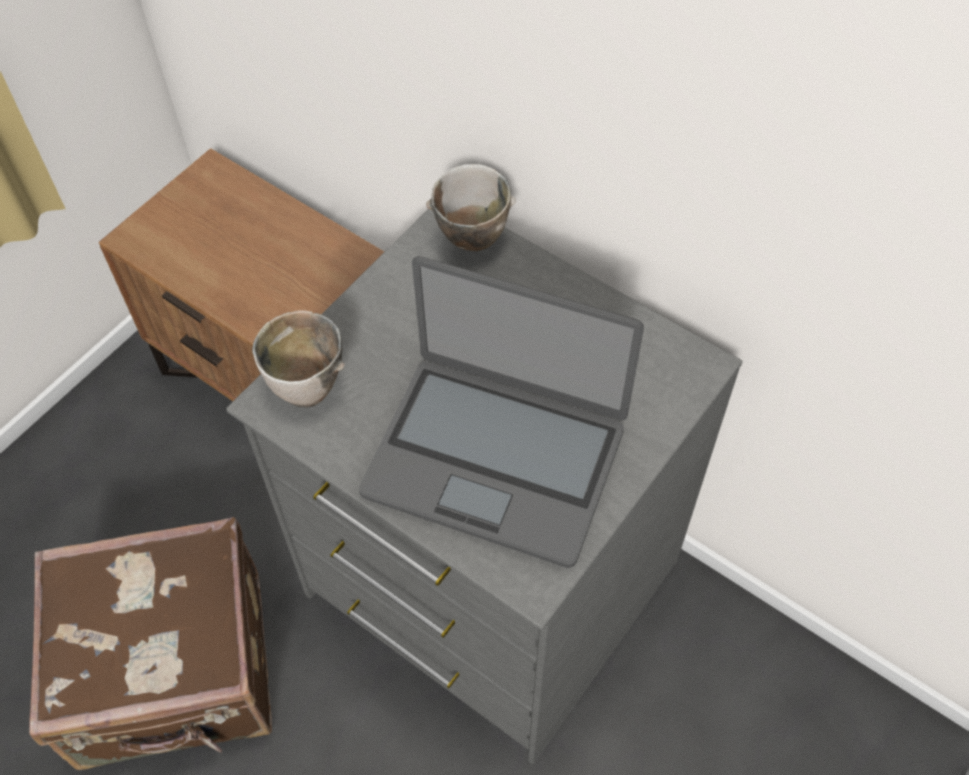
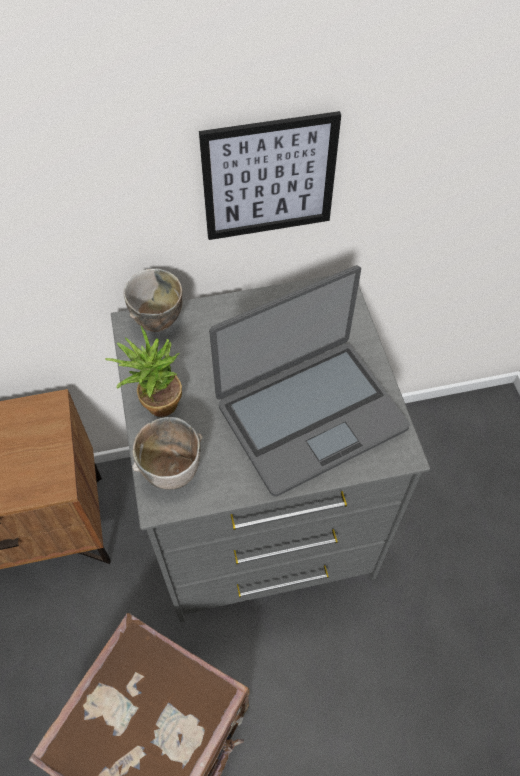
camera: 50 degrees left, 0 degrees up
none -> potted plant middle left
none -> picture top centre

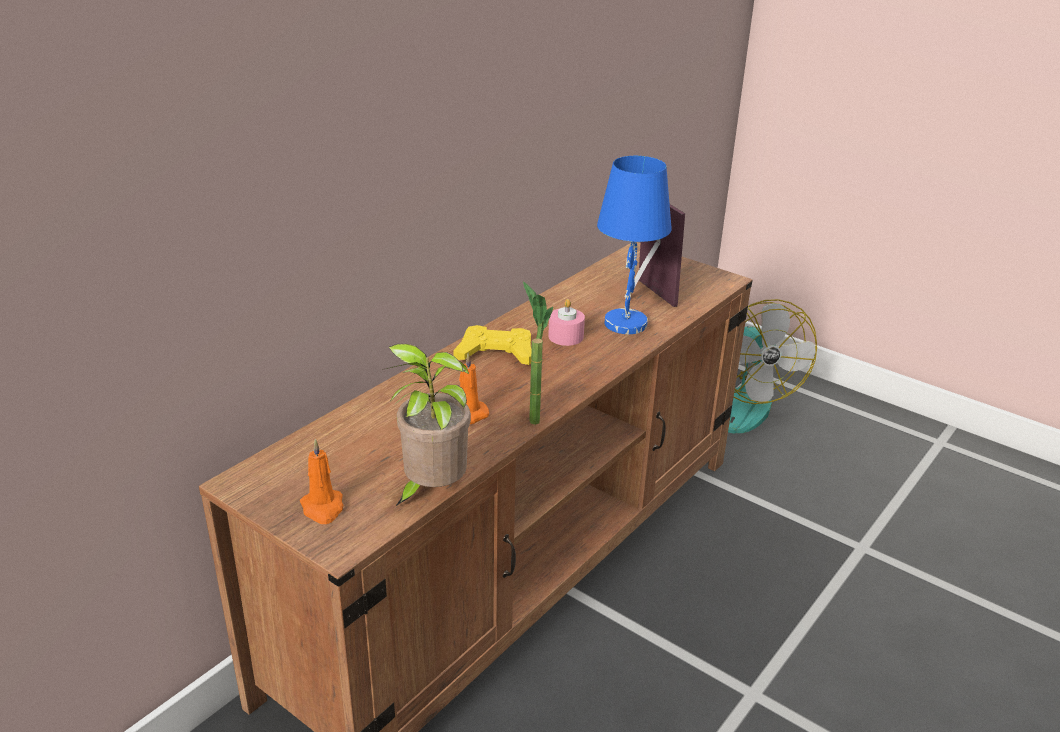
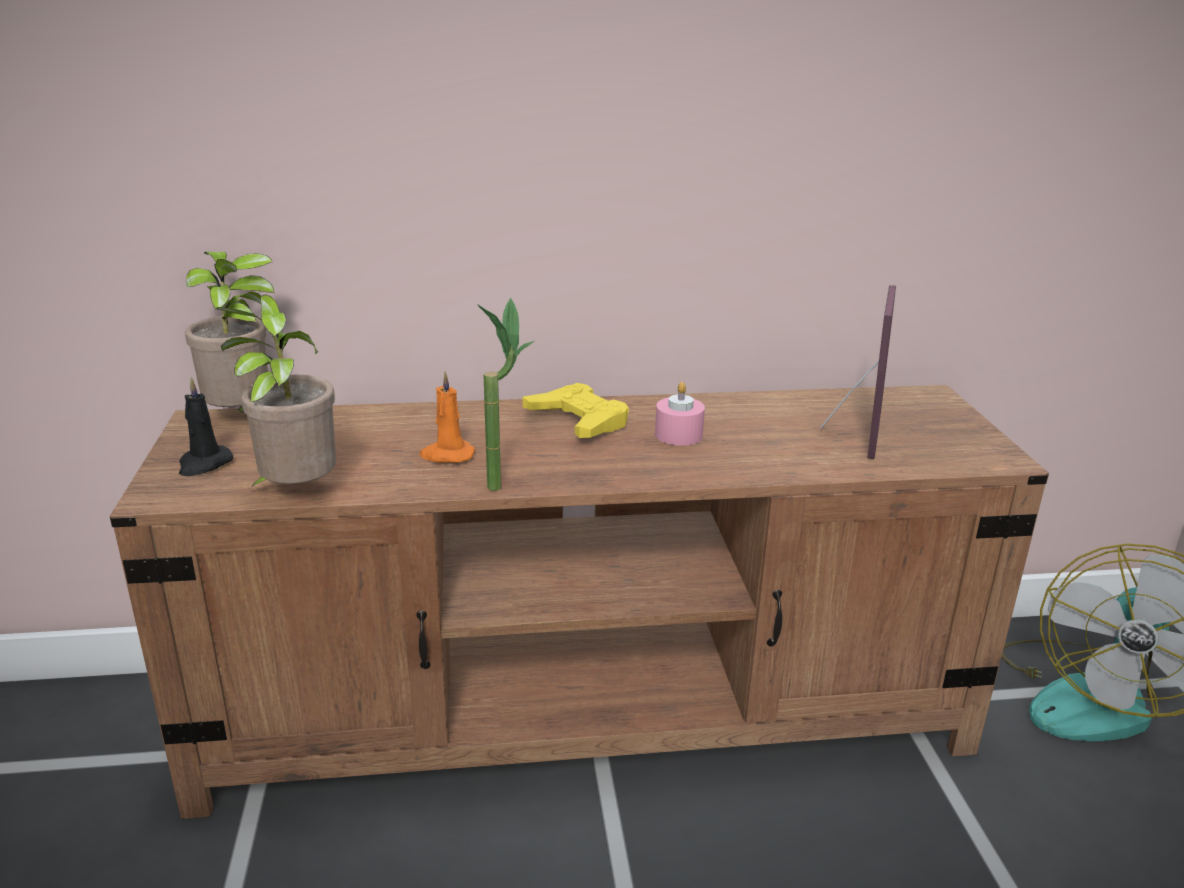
camera: 45 degrees right, 5 degrees down
blue table lamp centre -> none
none -> potted plant (1st from left) middle left
orange candle (1st from left) middle left -> black candle middle left

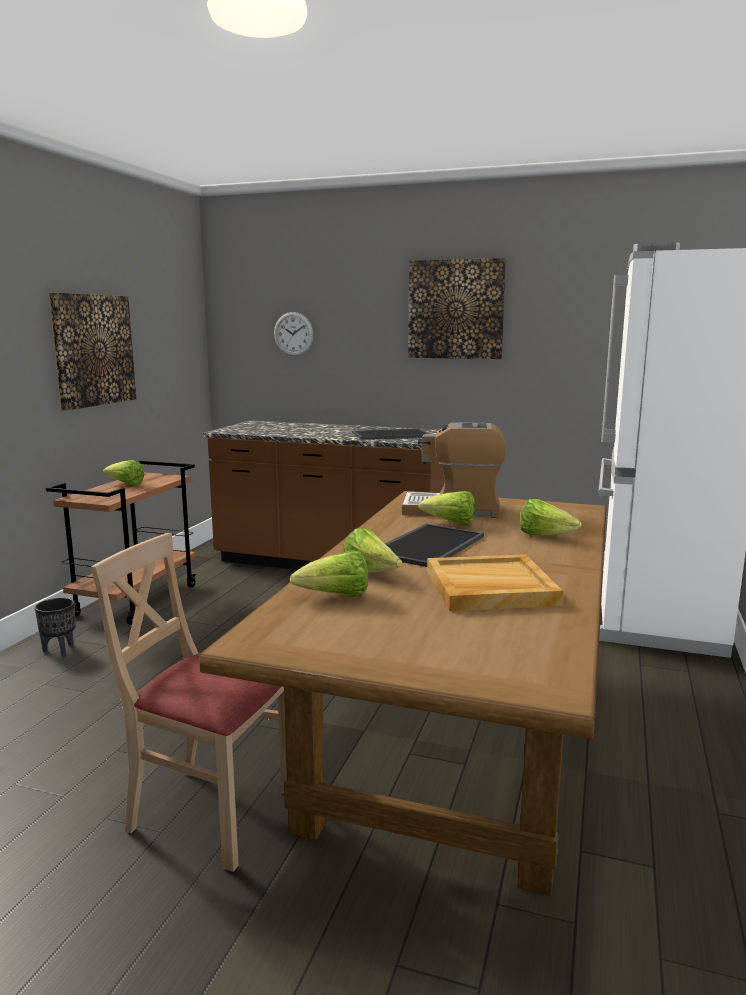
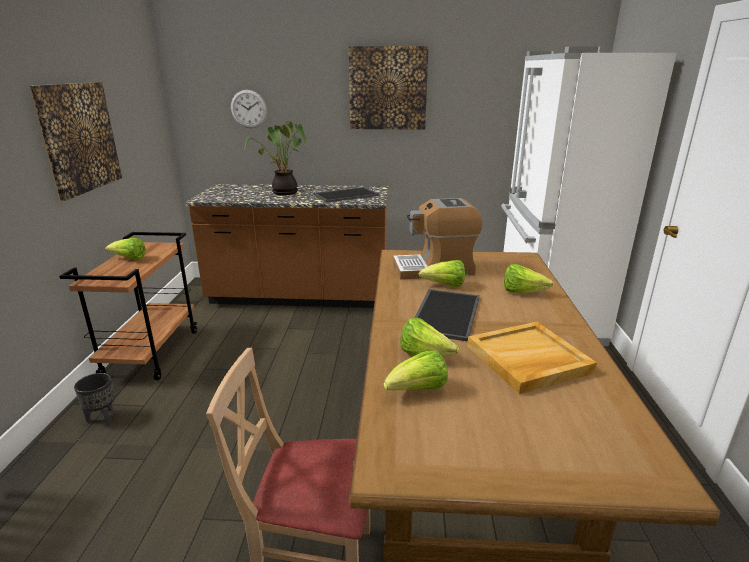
camera: 15 degrees left, 10 degrees up
none -> potted plant top centre

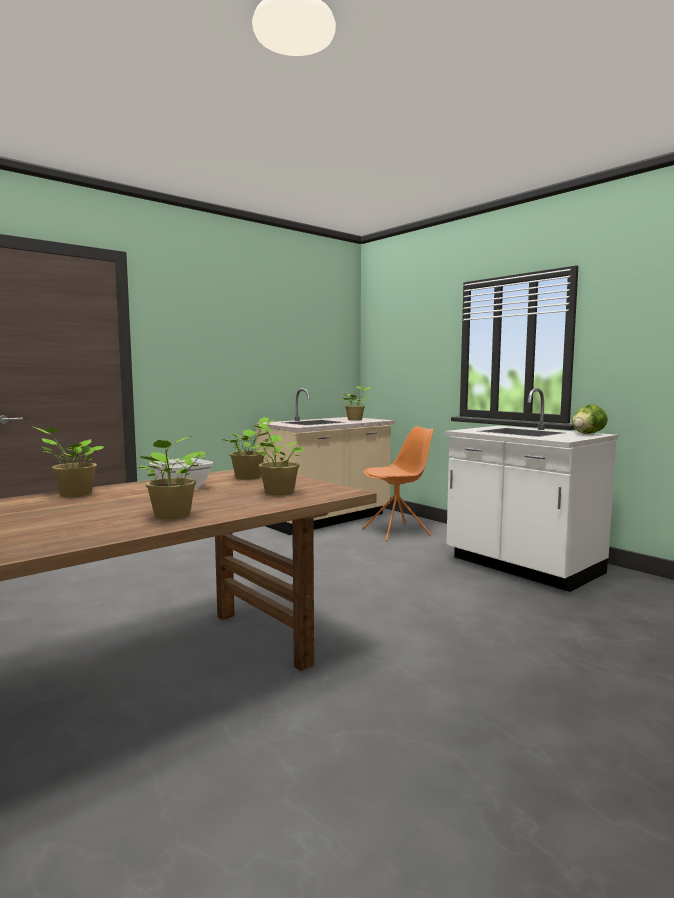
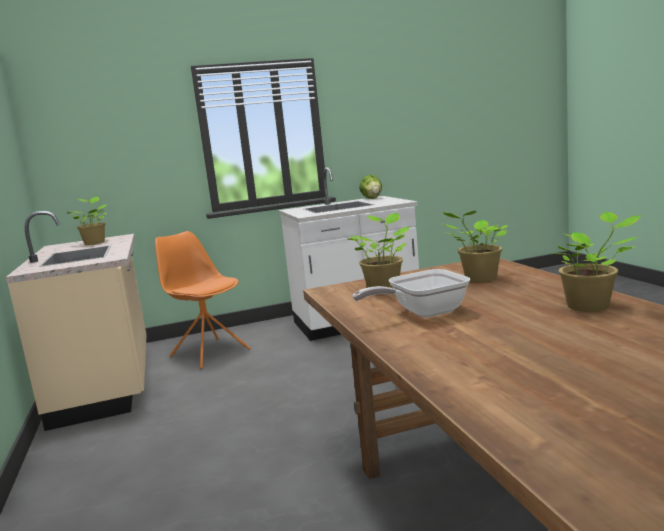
camera: 65 degrees left, 5 degrees up
potted plant (1st from left) middle left -> none
orange chair centre -> orange chair middle left, 45 degrees counterclockwise

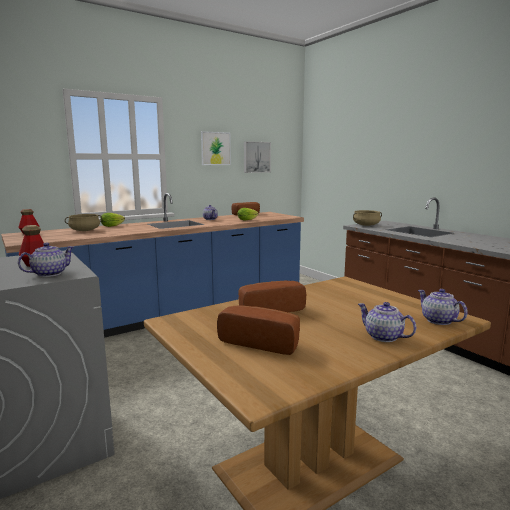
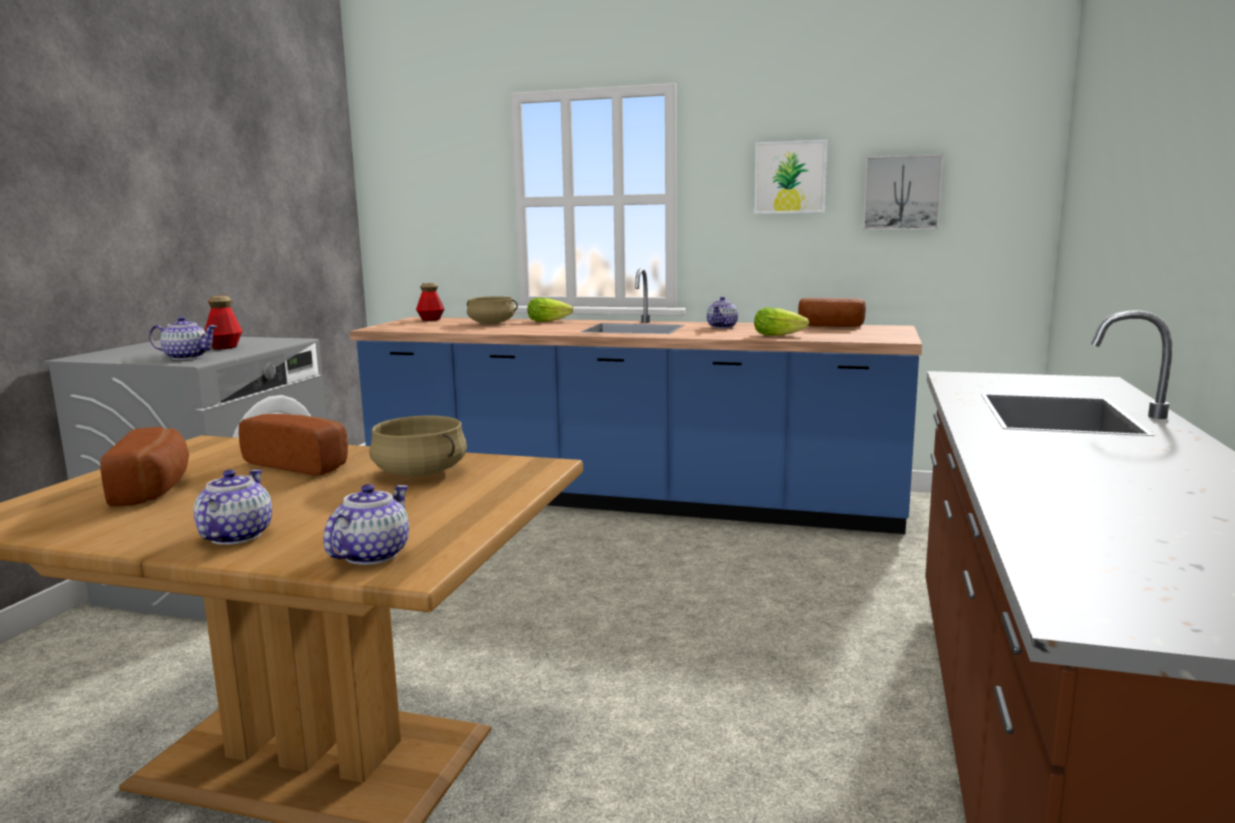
camera: 50 degrees right, 0 degrees up
beige cooking pot (2nd from left in the first image) middle right -> beige cooking pot (1st from left) centre, moved

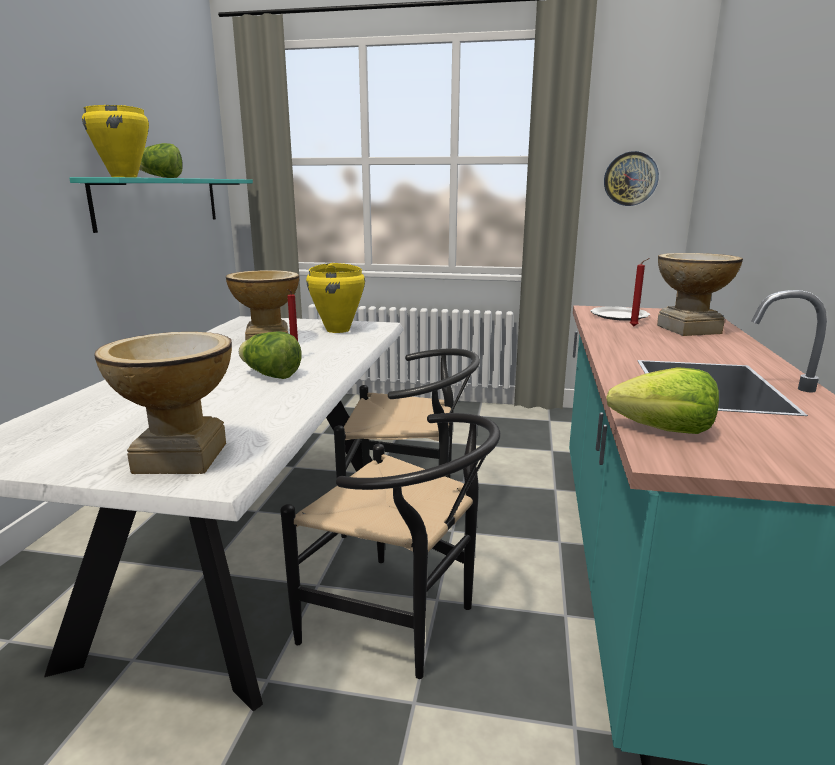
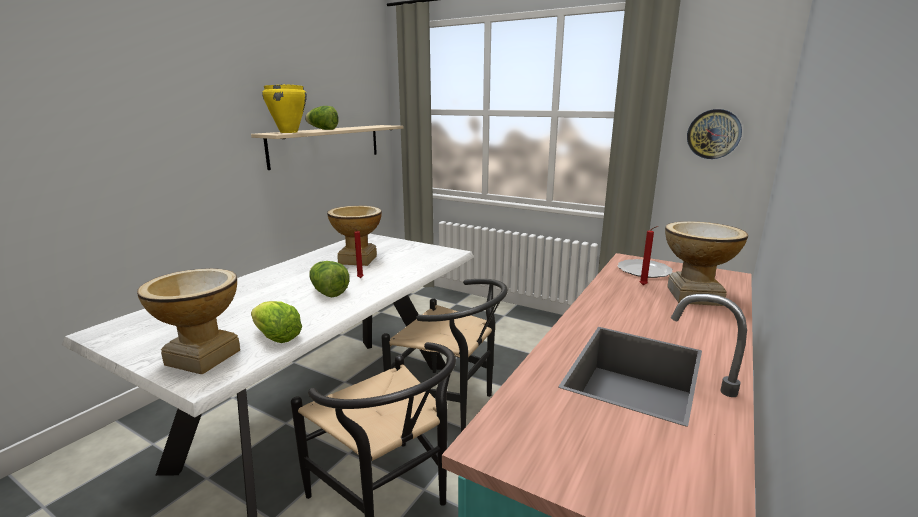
camera: 20 degrees right, 0 degrees up
yellow cooking pot (2nd from left) centre -> none
lettuce (3rd from left in the first image) middle right -> lettuce (1st from left) middle left, moved
turquoise shelf top left -> beige shelf top centre

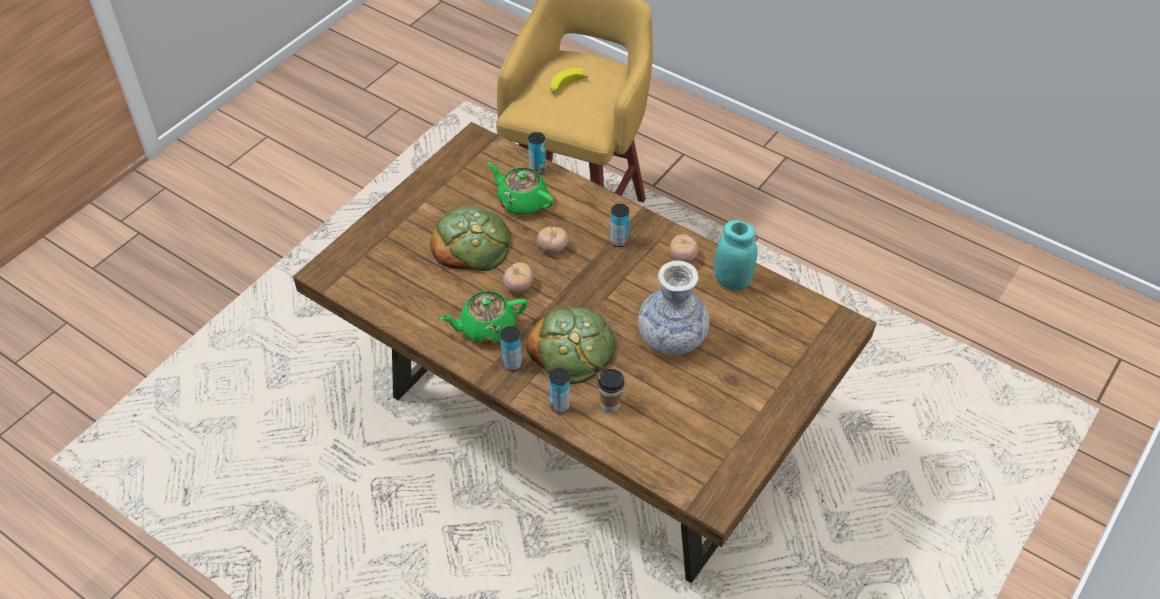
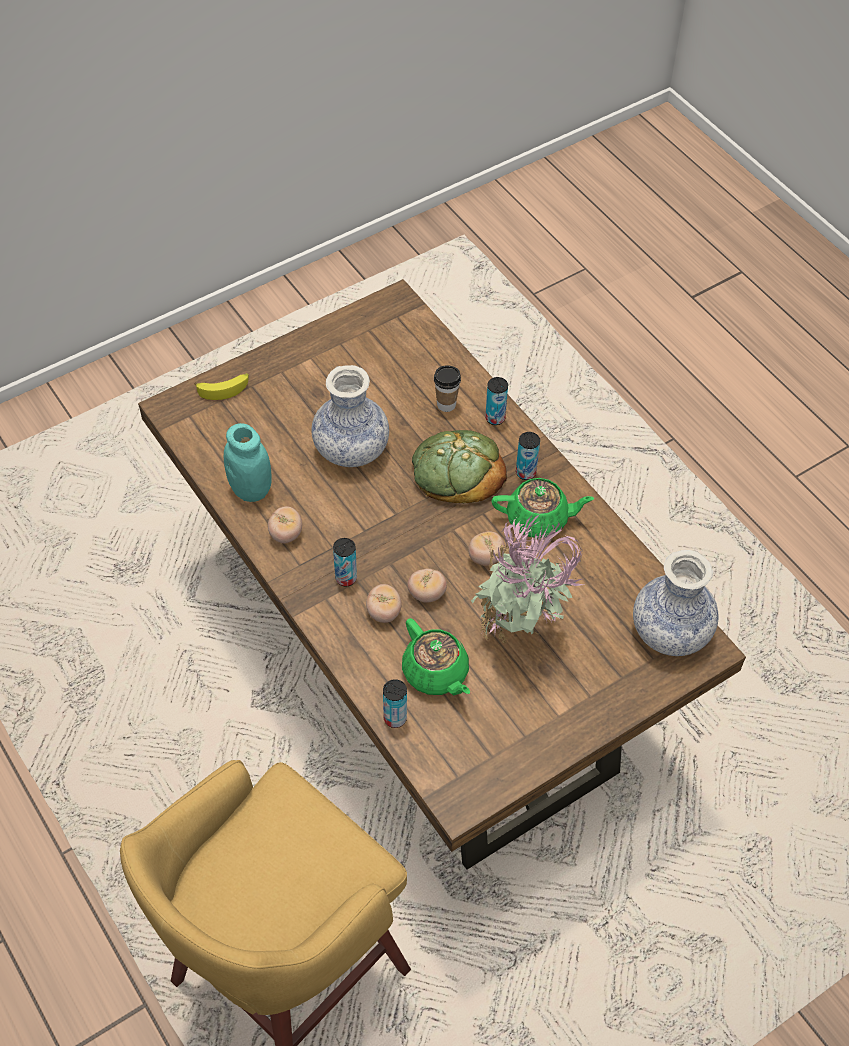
camera: 160 degrees left, 5 degrees up
none -> tomato (2nd from left) centre
none -> vase (2nd from left) middle right
banana top centre -> banana middle left, moved
bread (1st from left) centre -> potted plant centre

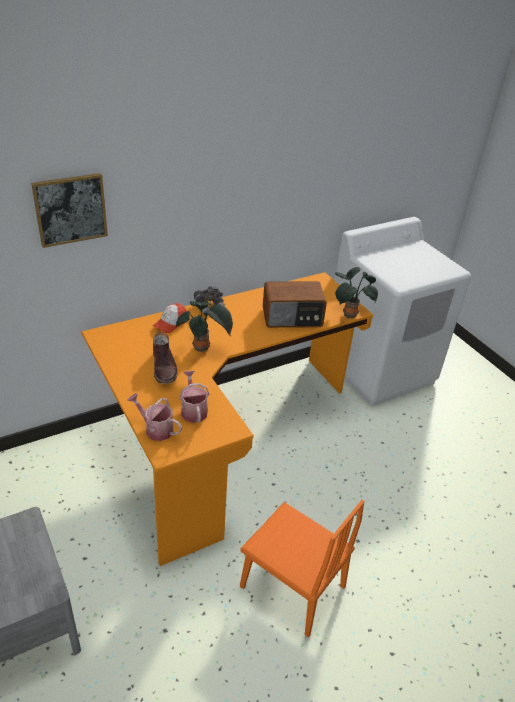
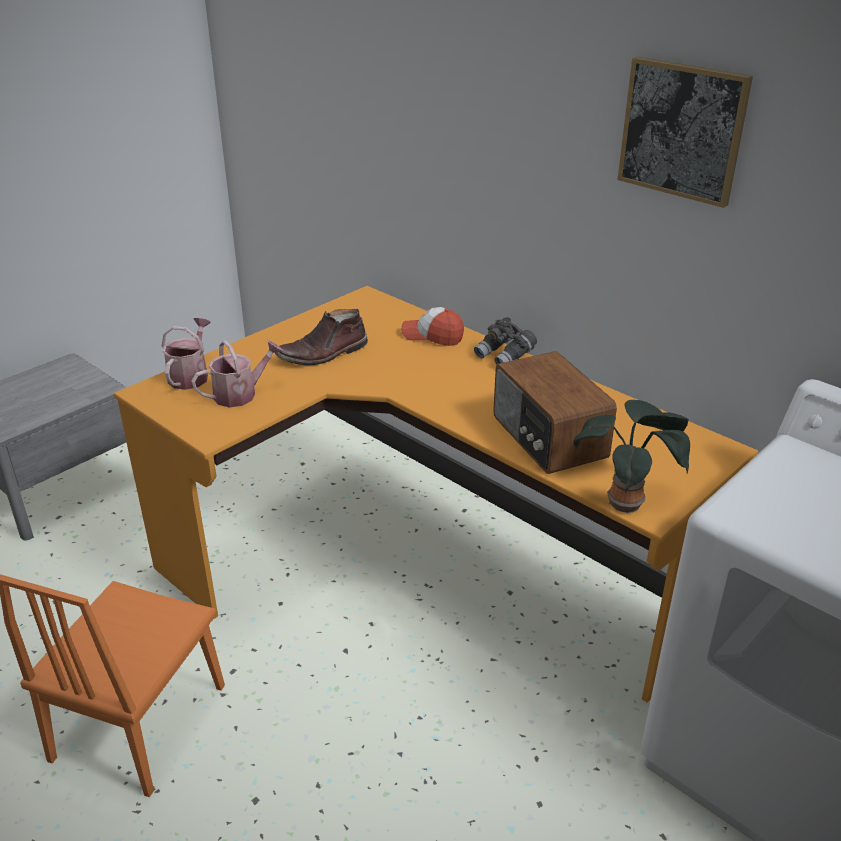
camera: 75 degrees right, 5 degrees down
potted plant (1st from left) centre -> none
picture top left -> picture top right, moved

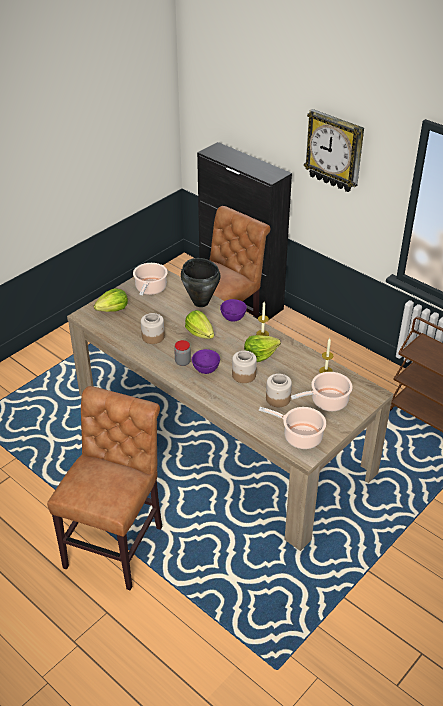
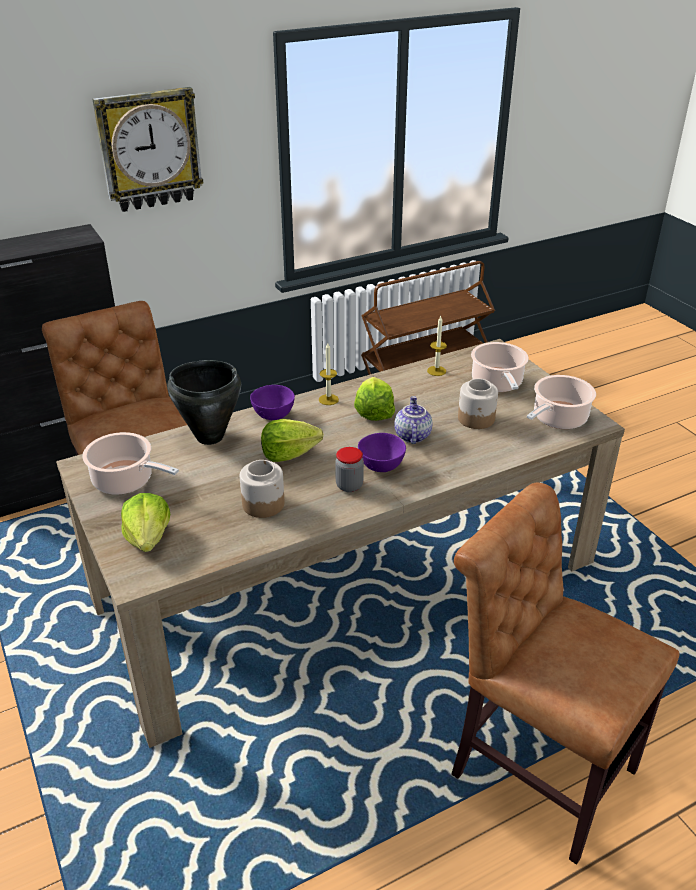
camera: 70 degrees left, 5 degrees down
jar (3rd from left) centre -> teapot centre

